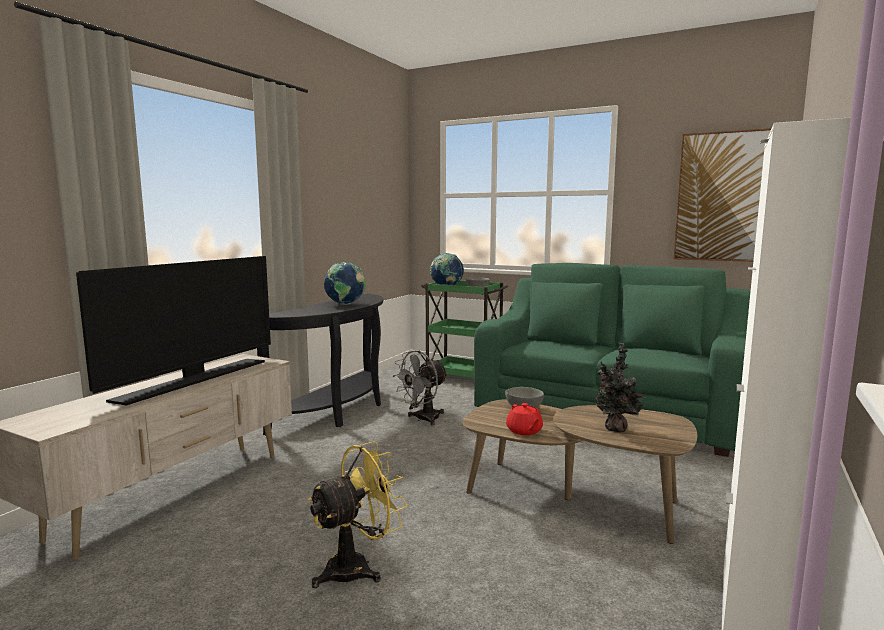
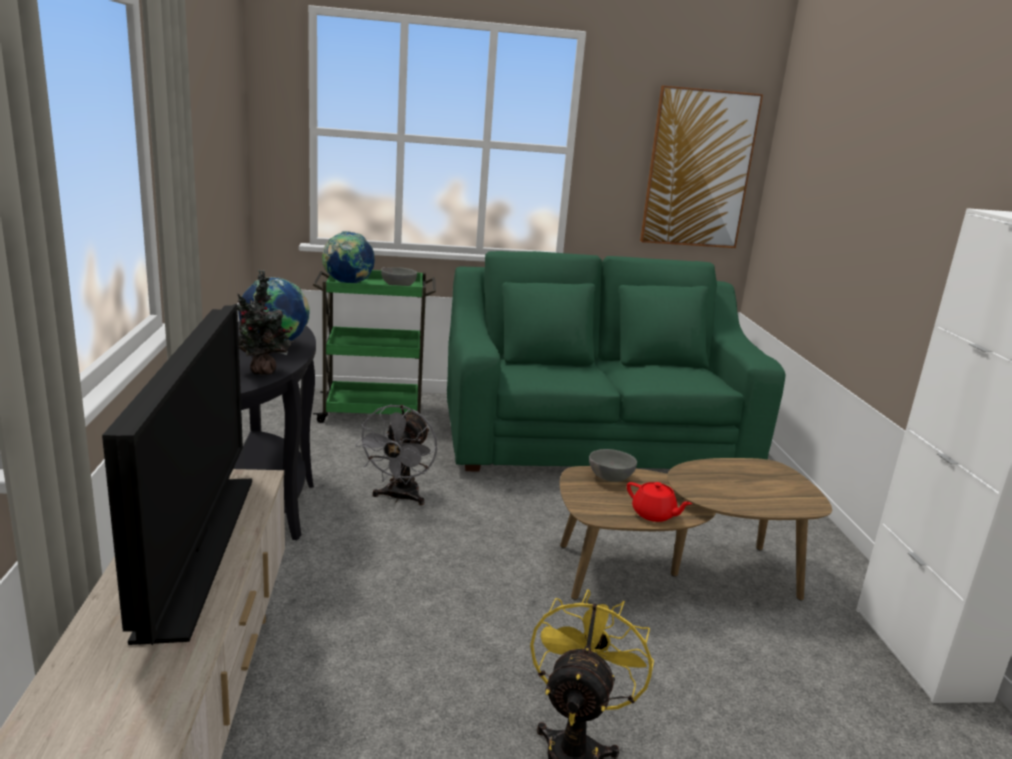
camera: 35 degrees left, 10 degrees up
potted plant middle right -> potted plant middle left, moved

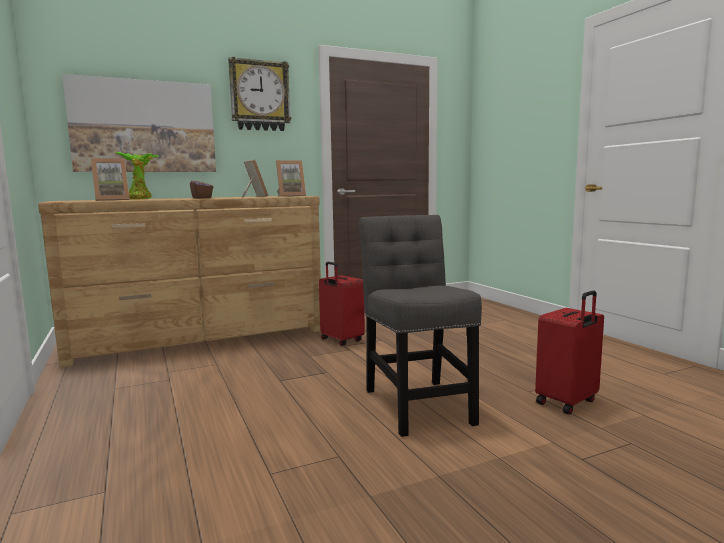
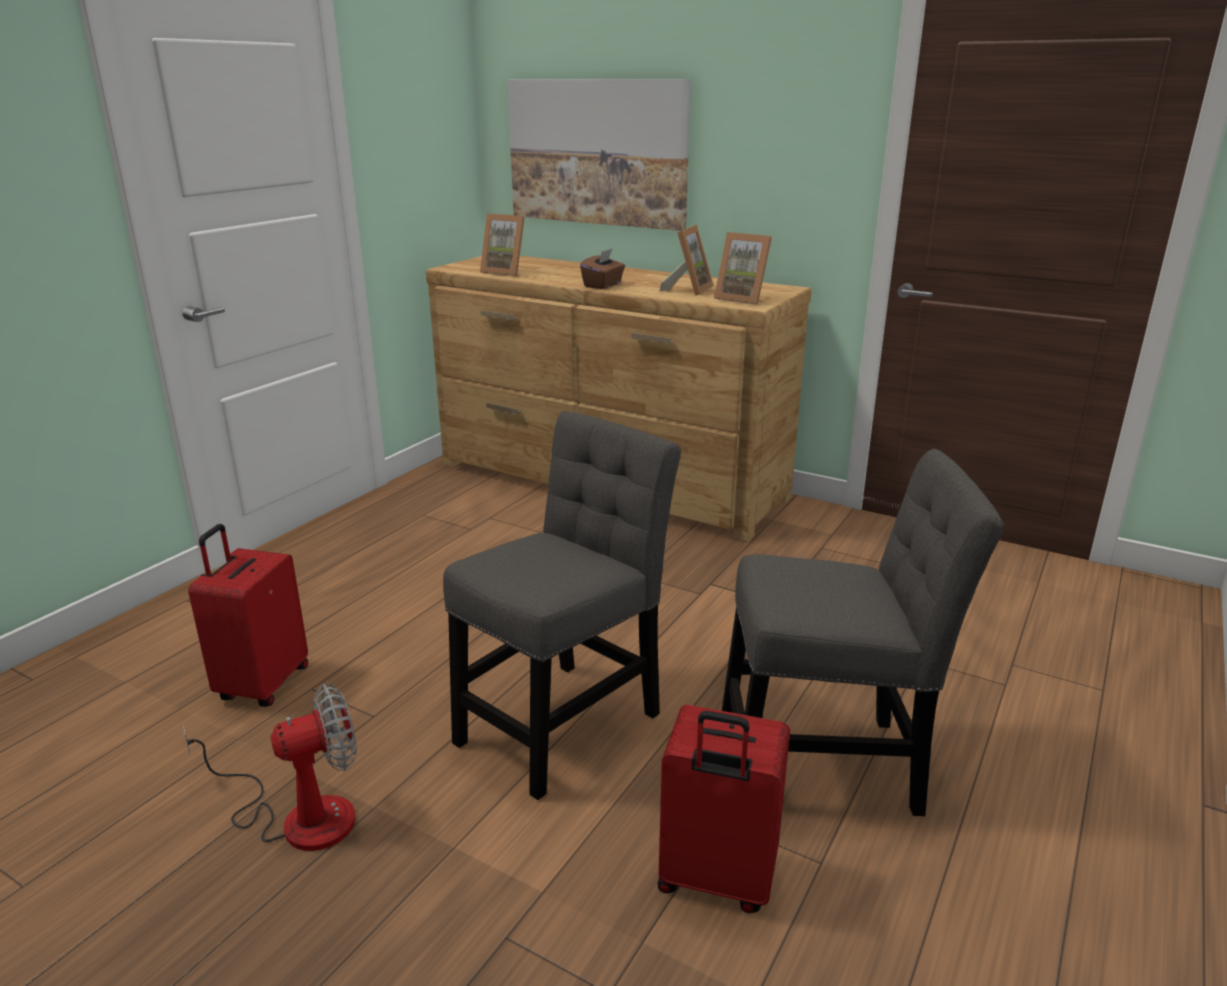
camera: 55 degrees right, 15 degrees up
potted plant top left -> none
wall clock top centre -> none
none -> fan bottom left
none -> grey chair (2nd from left) middle right
red suitcase (1st from left) centre -> red suitcase (1st from left) middle left, moved

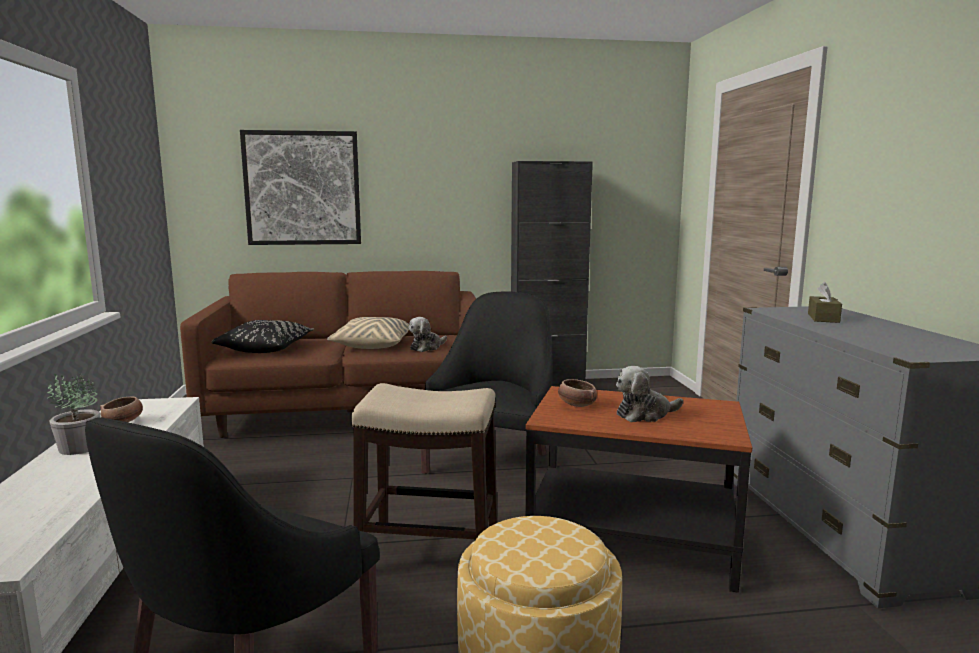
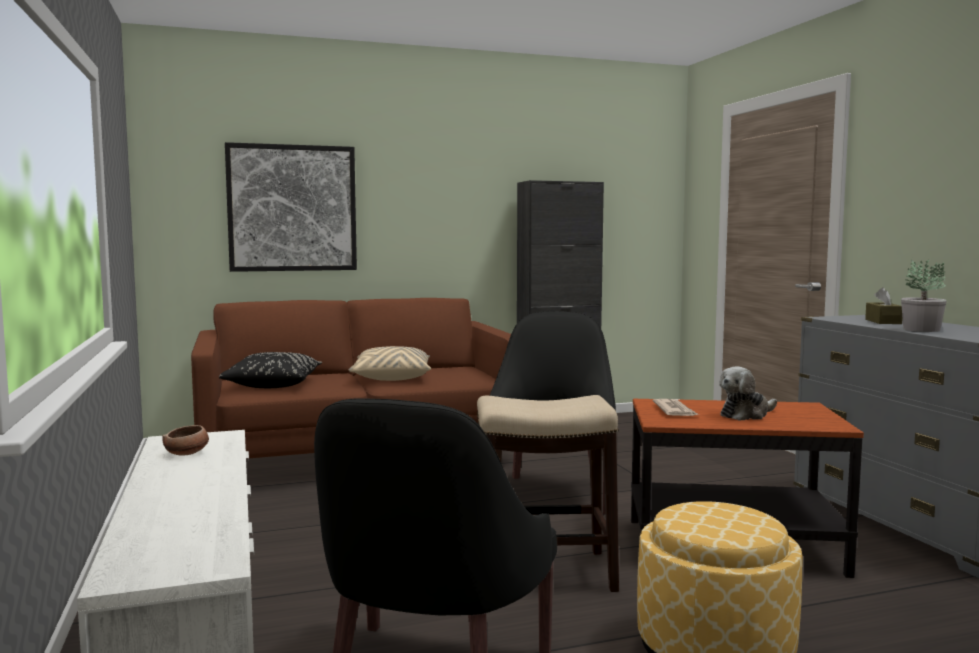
camera: 10 degrees left, 5 degrees down
plush toy (1st from left) centre -> none
potted plant middle left -> potted plant middle right, moved
bowl (2nd from left) centre -> newspaper middle right

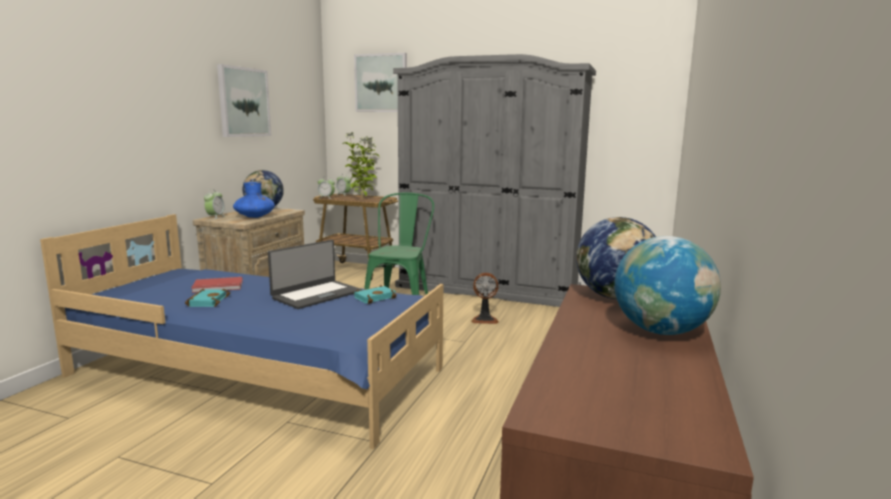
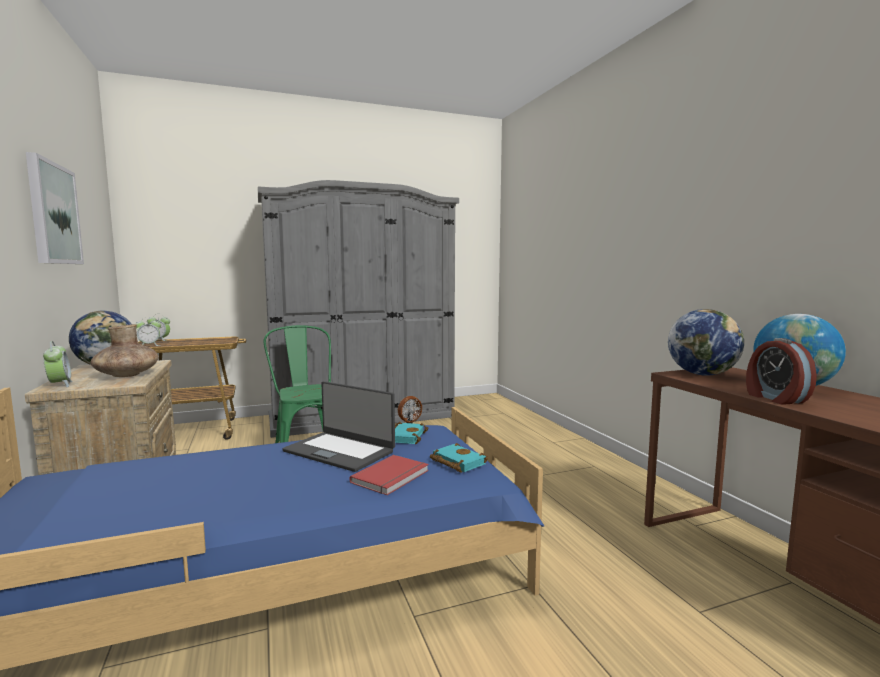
camera: 40 degrees left, 5 degrees down
potted plant top centre -> none
picture (2nd from left) top centre -> none
none -> alarm clock (4th from left) middle right
turquoise book (1st from left in the first image) middle left -> turquoise book (2nd from left) bottom centre, moved
red book middle left -> red book bottom centre, moved
blue vase middle left -> brown vase middle left
laptop centre, 120 degrees clockwise

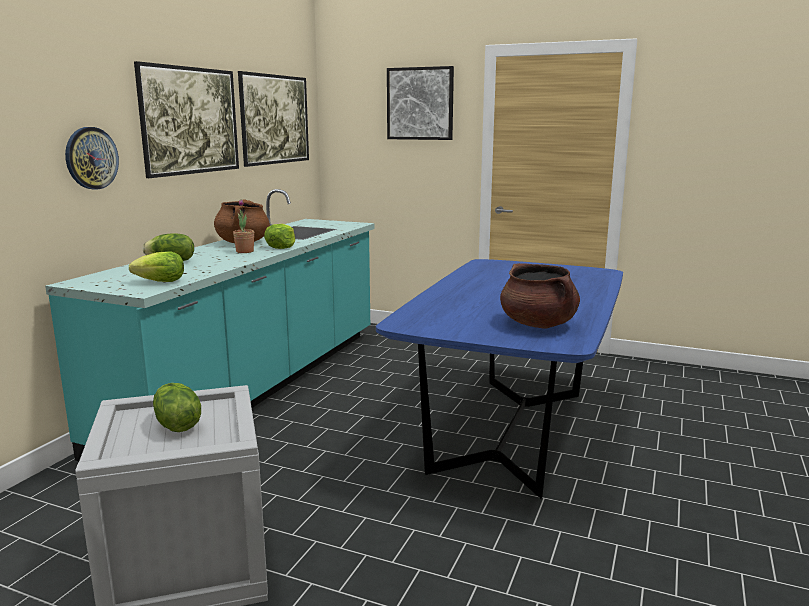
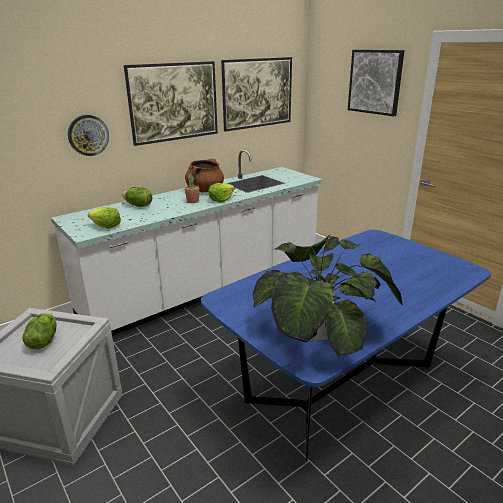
camera: 30 degrees right, 10 degrees up
brown cooking pot (2nd from left) middle right -> potted plant (2nd from left) centre
turquoise counter middle left -> white counter centre

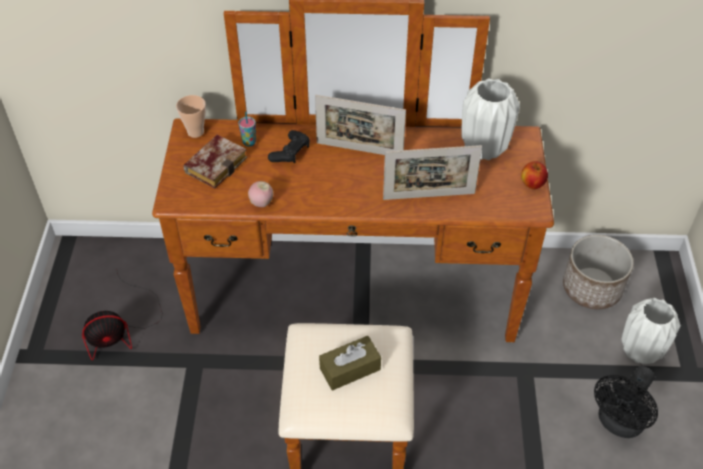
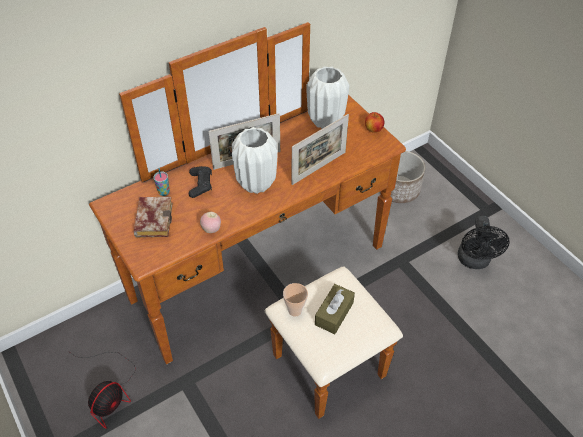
camera: 35 degrees left, 0 degrees up
cup (1st from left in the first image) top left -> cup (2nd from left) bottom centre, moved
white vase (2nd from left in the first image) bottom right -> white vase (1st from left) centre, moved

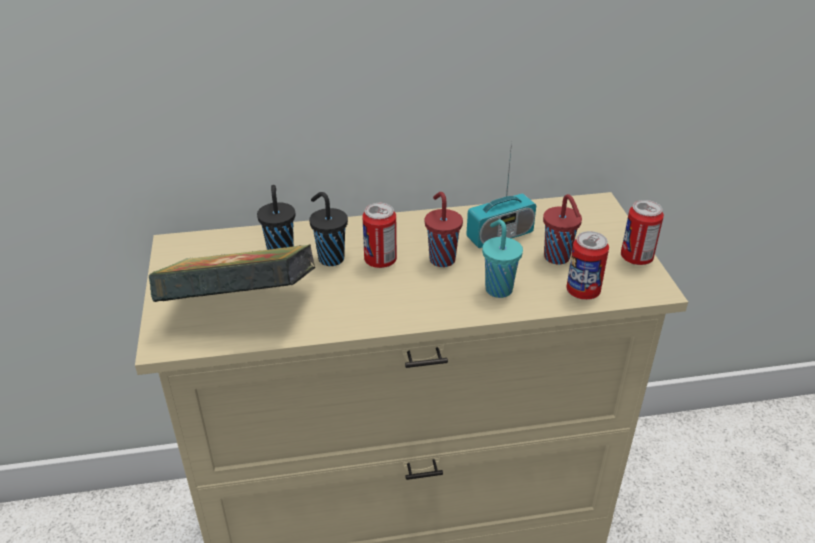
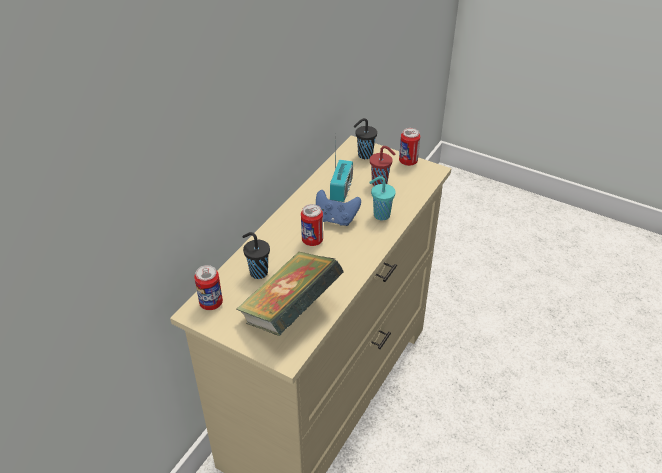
camera: 50 degrees left, 5 degrees up
black cup (2nd from left) centre -> black cup (2nd from left) top centre, moved
can (2nd from left in the first image) middle right -> can (1st from left) middle left, moved
red cup (1st from left) centre -> blue game controller centre

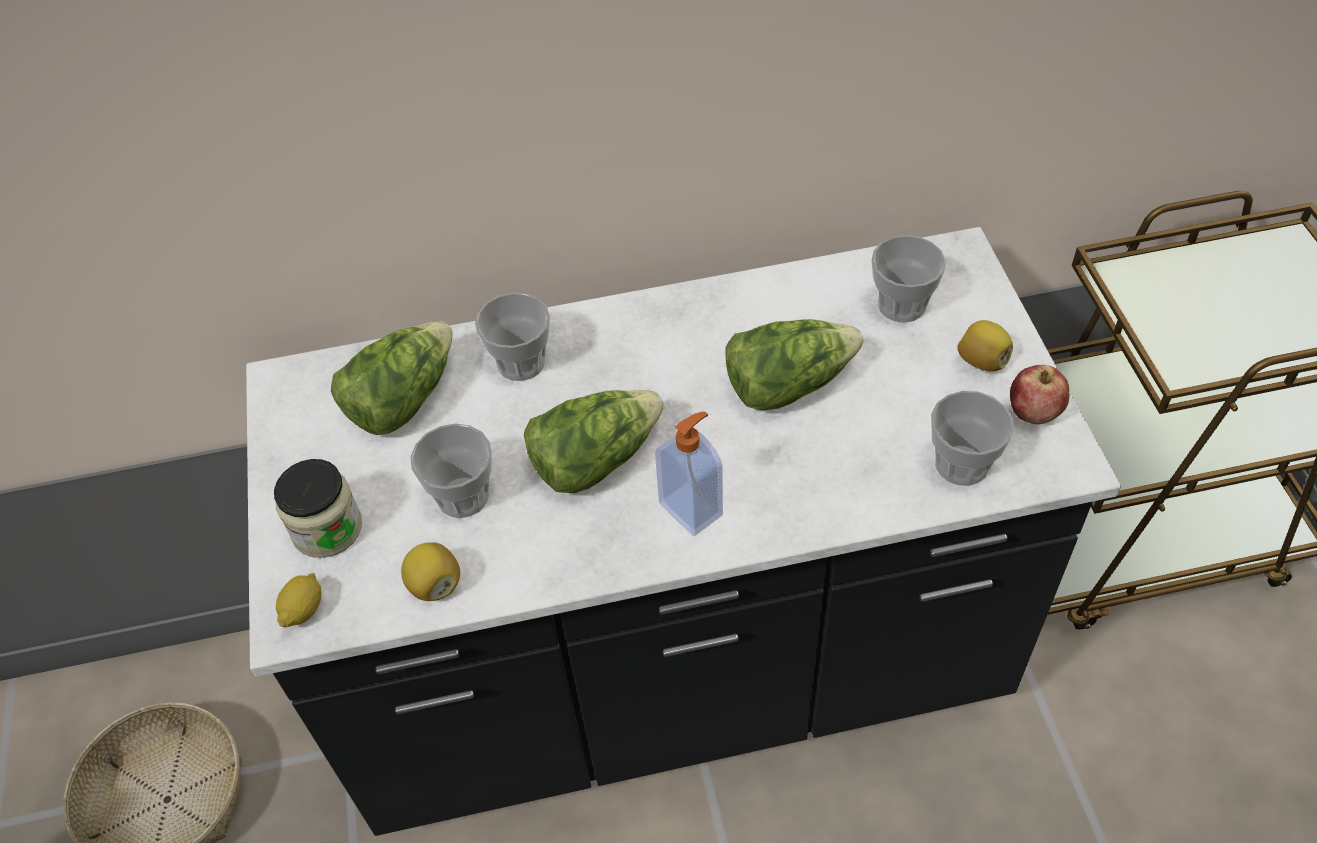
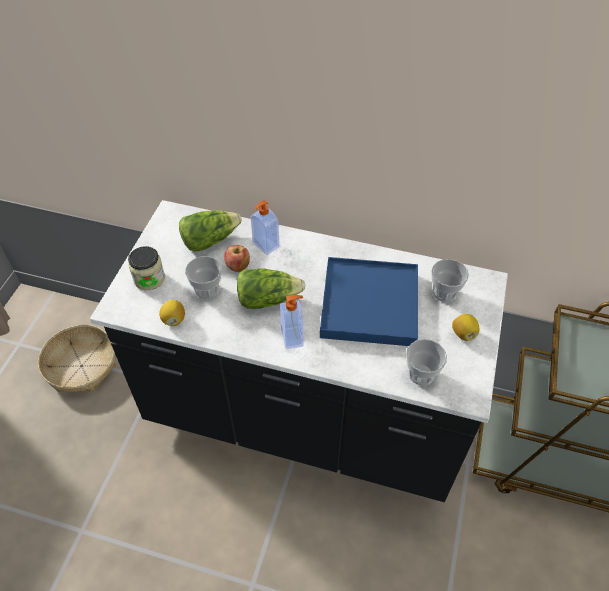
camera: 25 degrees right, 0 degrees up
lemon (1st from left) bottom left -> none
apple middle right -> apple centre, moved
cup (2nd from left) centre -> soap dispenser (1st from left) centre
lettuce (3rd from left) centre -> blue tray centre

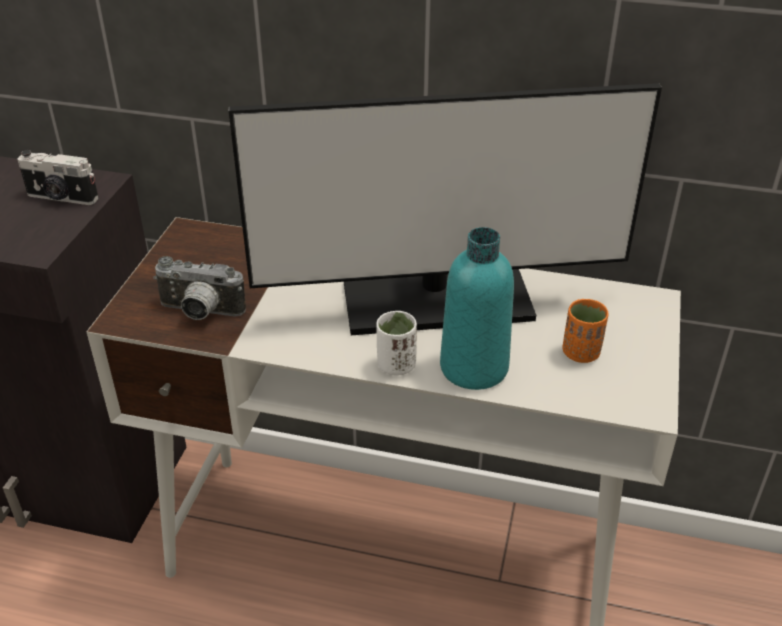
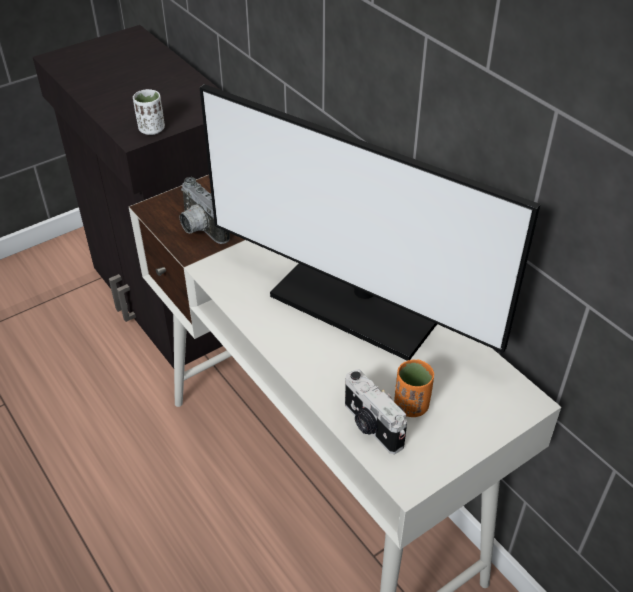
camera: 40 degrees right, 5 degrees up
turquoise bottle centre -> none
photo camera (1st from left in the first image) top left -> photo camera (2nd from left) bottom centre, moved
white cup centre -> white cup top left, moved

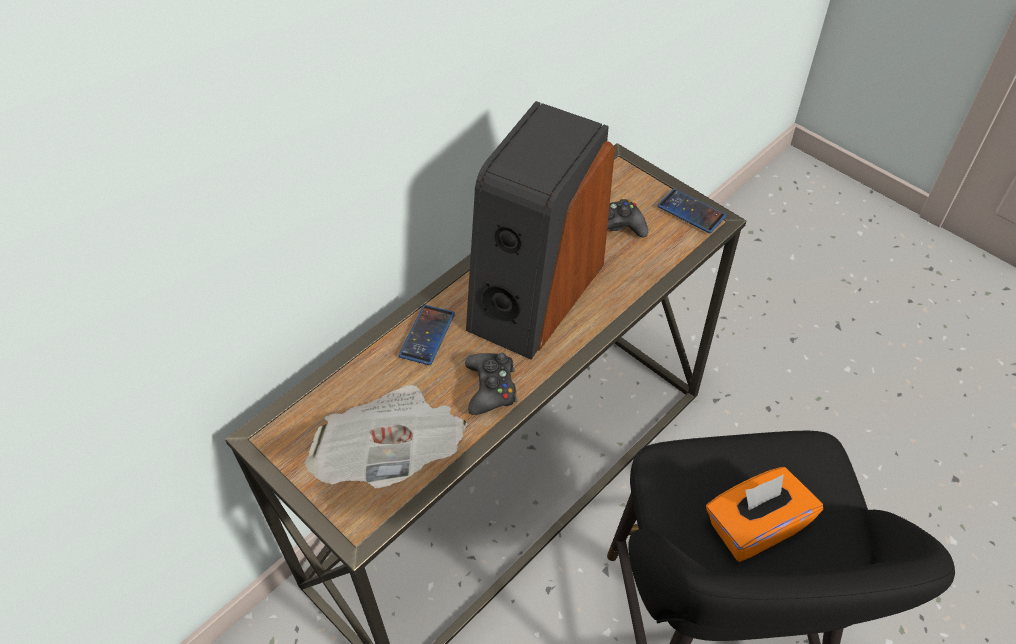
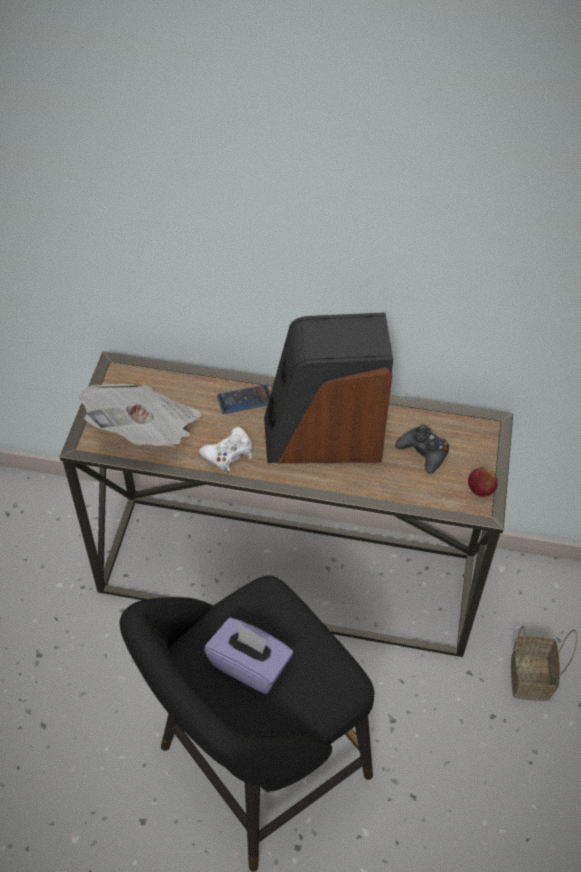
camera: 55 degrees right, 0 degrees up
none -> basket bottom right
phone (2nd from left) top right -> apple middle right
black game controller (1st from left) centre -> white game controller centre
orange tissue box bottom right -> purple tissue box bottom centre

